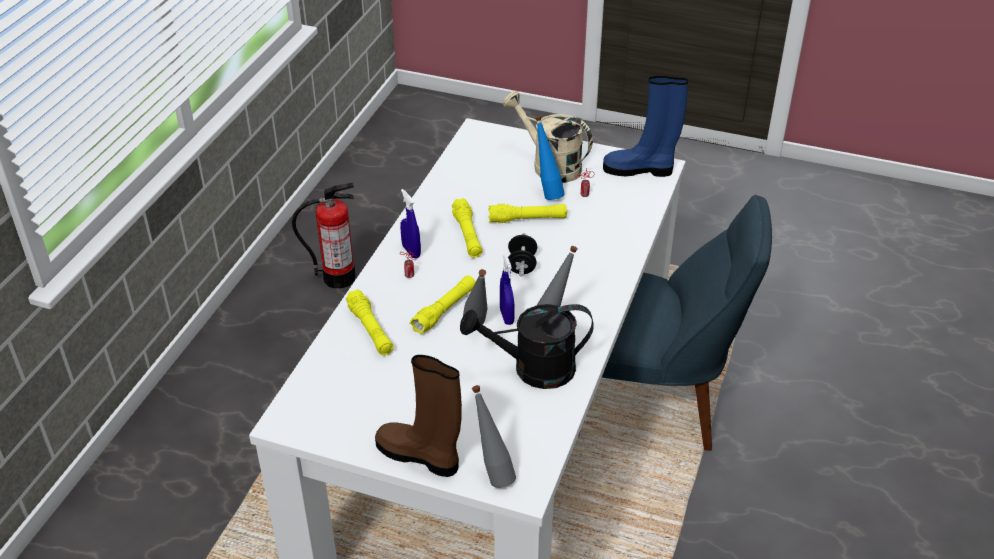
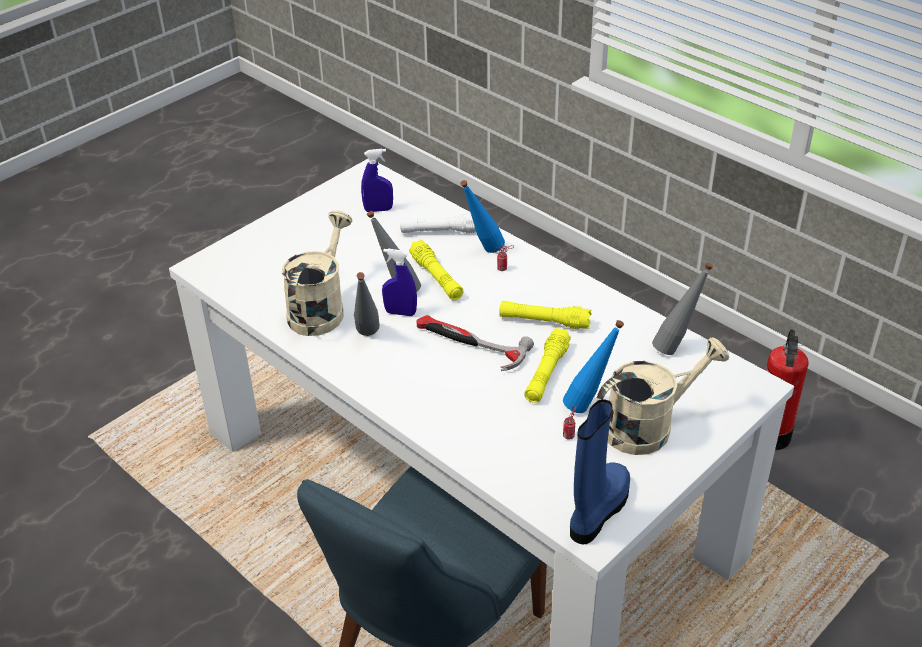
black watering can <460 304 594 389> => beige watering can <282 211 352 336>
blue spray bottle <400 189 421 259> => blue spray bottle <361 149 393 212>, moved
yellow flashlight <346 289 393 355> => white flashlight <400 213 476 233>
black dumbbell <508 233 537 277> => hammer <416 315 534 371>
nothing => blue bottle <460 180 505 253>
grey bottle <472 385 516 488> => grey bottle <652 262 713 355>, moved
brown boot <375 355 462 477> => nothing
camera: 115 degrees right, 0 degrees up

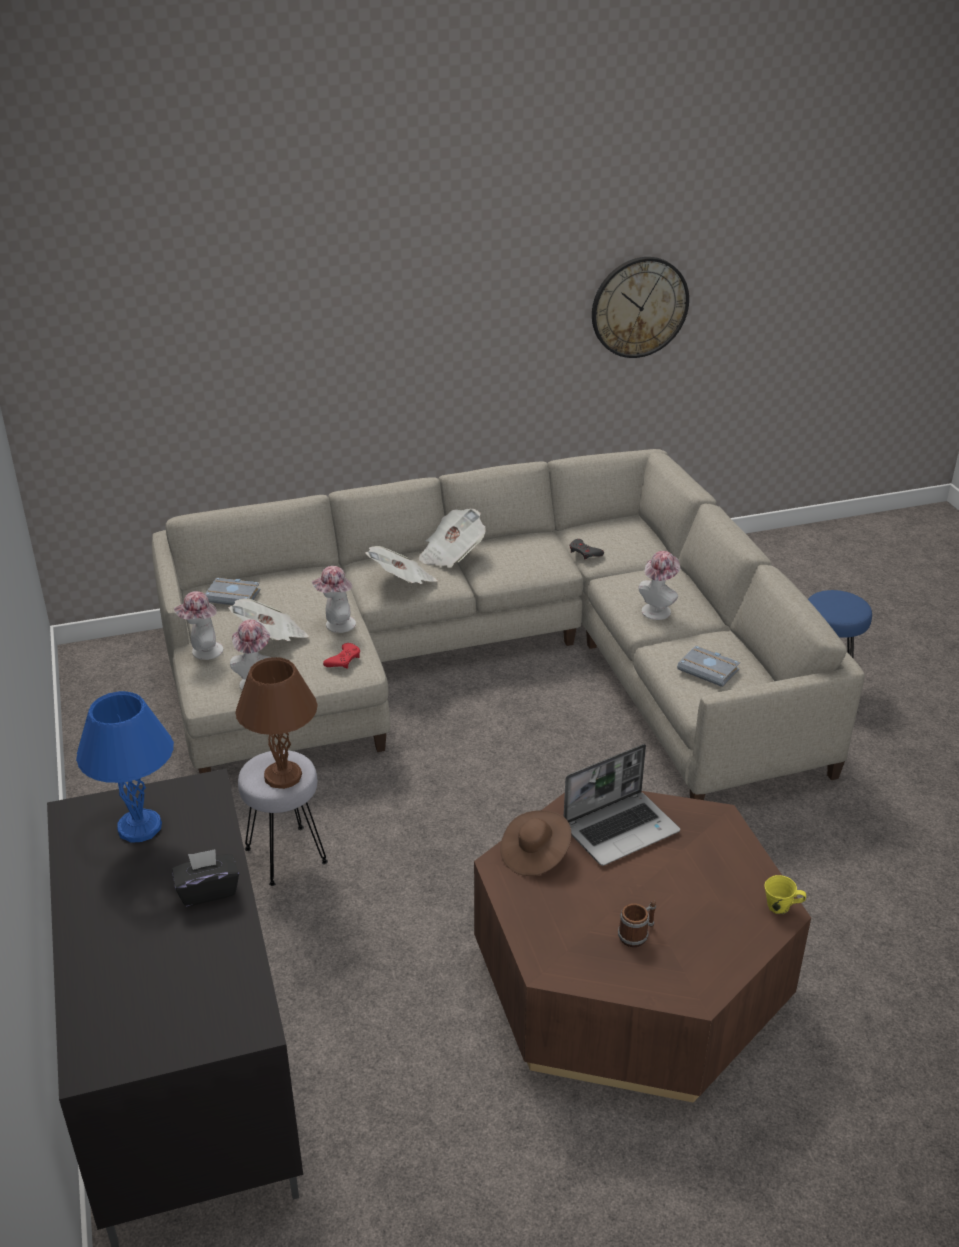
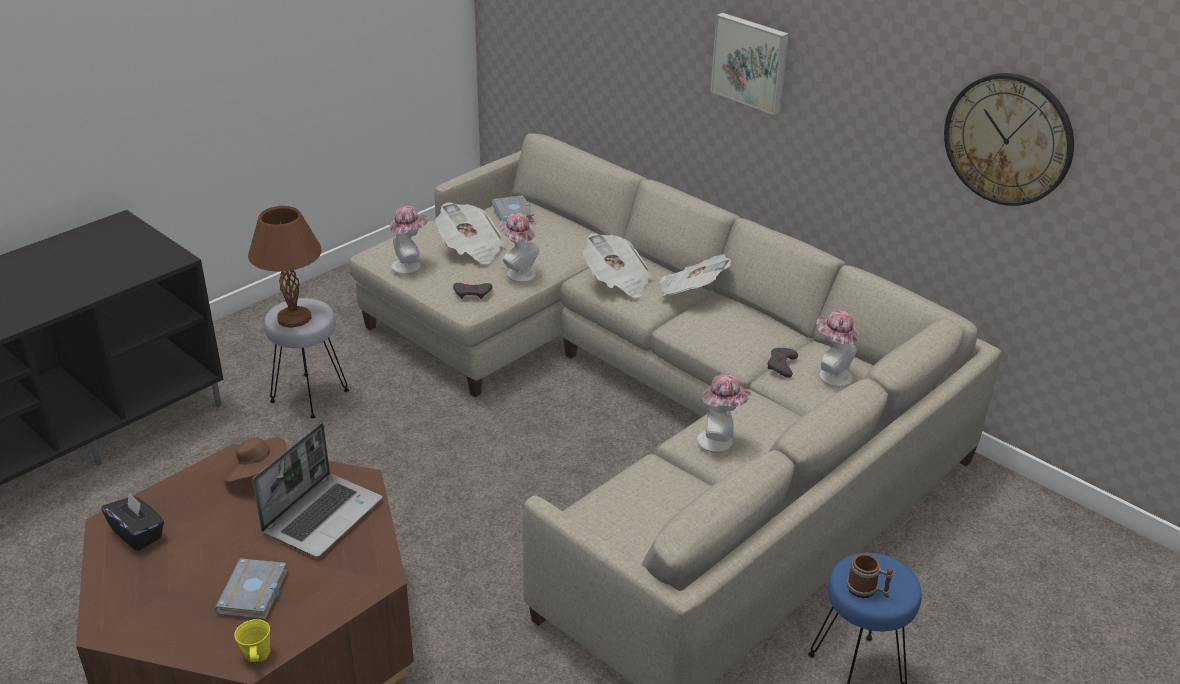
black tissue box <172 849 239 906> => black tissue box <101 492 164 551>, moved
grey book <677 646 740 687> => grey book <214 558 288 620>, moved
laptop <564 744 680 866> => laptop <253 423 382 557>, 90 degrees counterclockwise
red game controller <323 643 360 669> => grey game controller <453 283 492 300>
nothing => picture <710 13 789 115>
hat <174 591 223 660> => hat <817 310 859 387>, moved
mug <618 900 656 947> => mug <847 554 893 598>, moved
blue table lamp <76 691 174 843> => nothing
camera: 60 degrees right, 0 degrees up

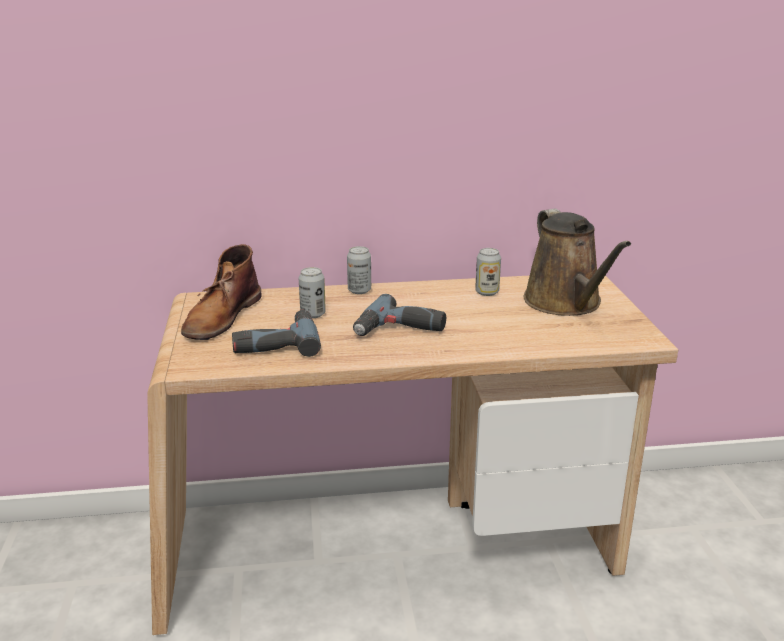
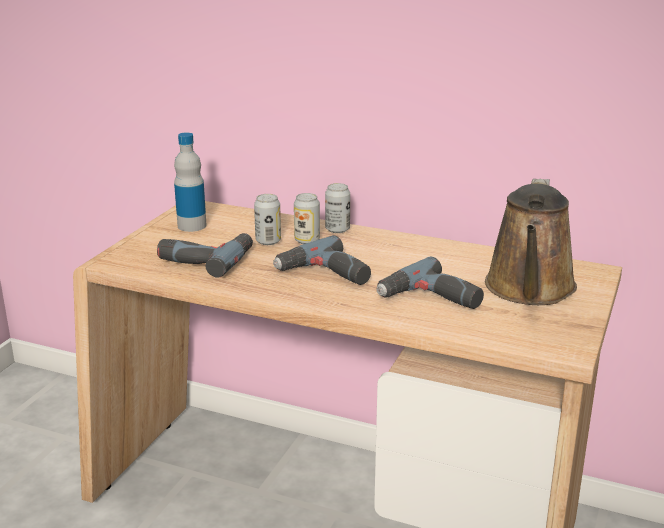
brown boot <181 244 262 340> => bottle <174 133 206 232>
can <475 248 501 296> => can <294 193 320 244>, moved
nothing => power drill <376 257 484 309>
camera: 30 degrees right, 0 degrees up

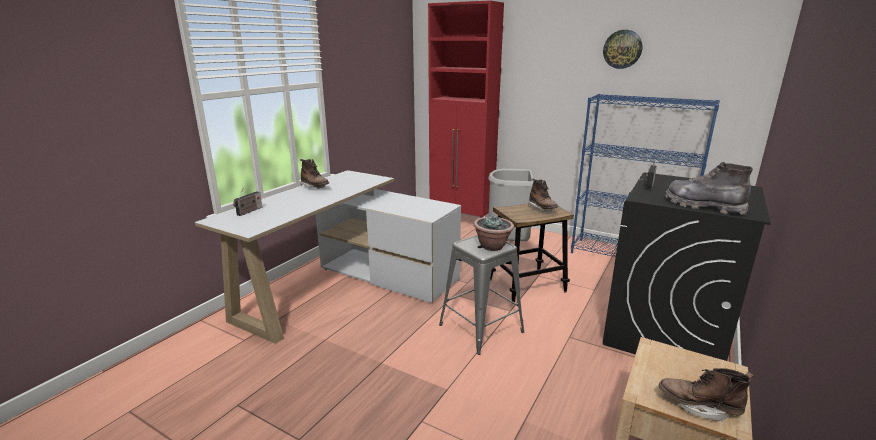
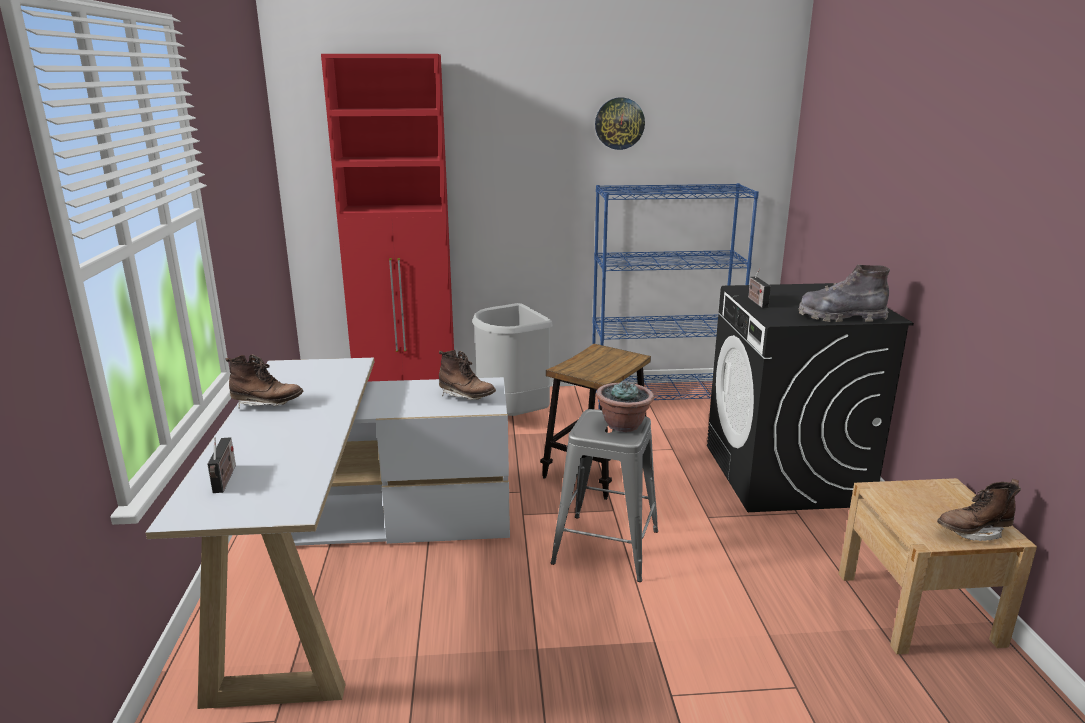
brown boot <528 178 558 211> => brown boot <439 350 496 400>, moved
camera: 35 degrees left, 0 degrees up

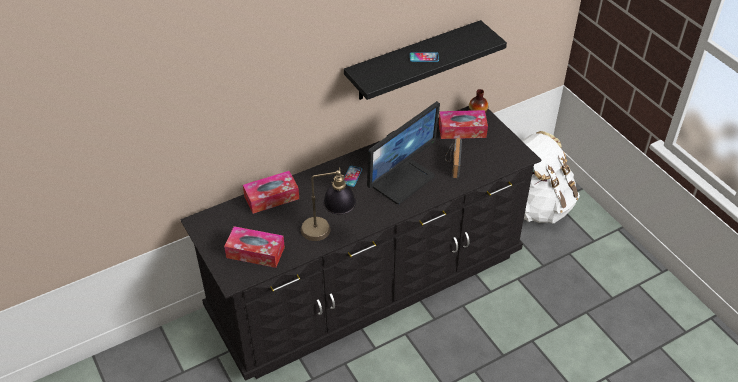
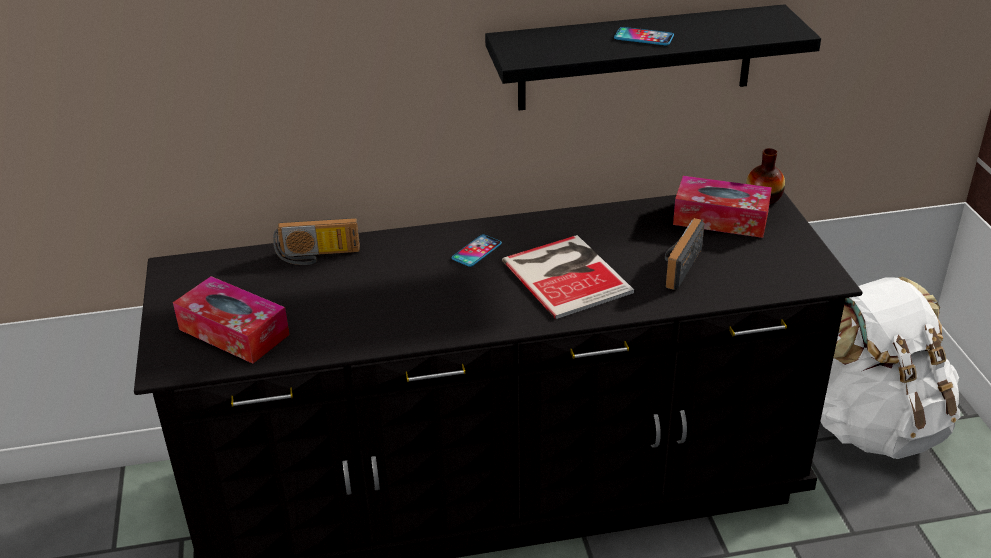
tissue box <243 171 299 214> => radio <273 218 360 265>
monitor <367 101 440 205> => book <502 235 634 319>
table lamp <301 167 356 241> => nothing
camera: 20 degrees right, 10 degrees down

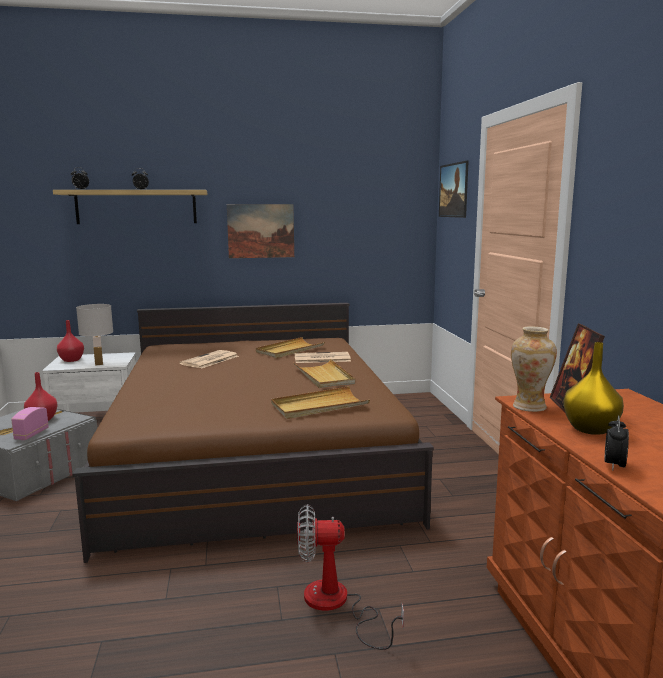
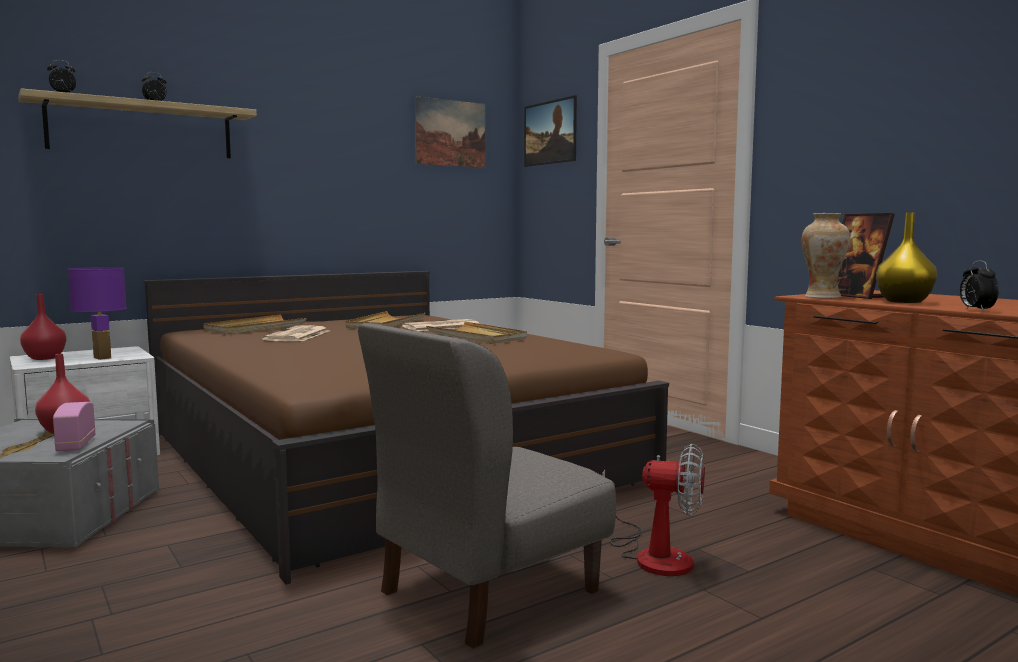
white table lamp <76 304 113 366> => purple table lamp <68 267 127 360>
beige tray <271 386 370 419> => beige tray <203 314 307 334>, moved
nothing => grey chair <358 323 616 649>
picture <227 204 294 258> => picture <415 96 485 168>, moved
fan <297 504 404 650> => fan <602 444 705 576>, 135 degrees counterclockwise
camera: 25 degrees left, 5 degrees down

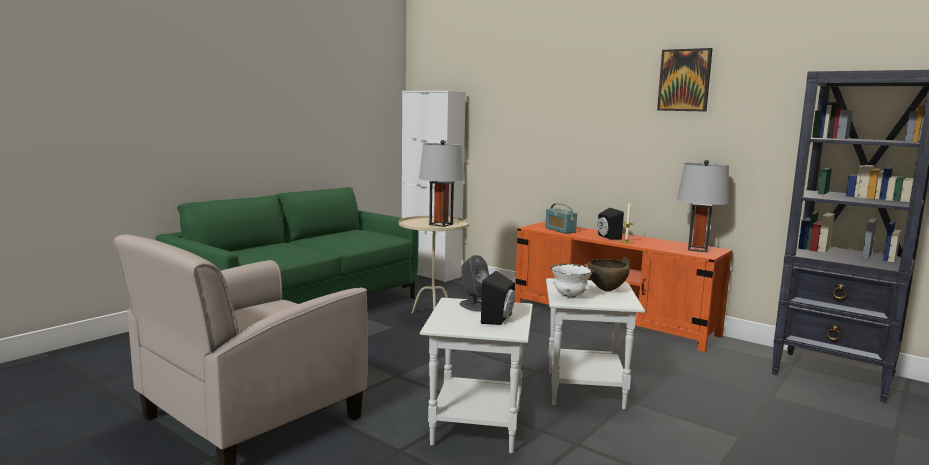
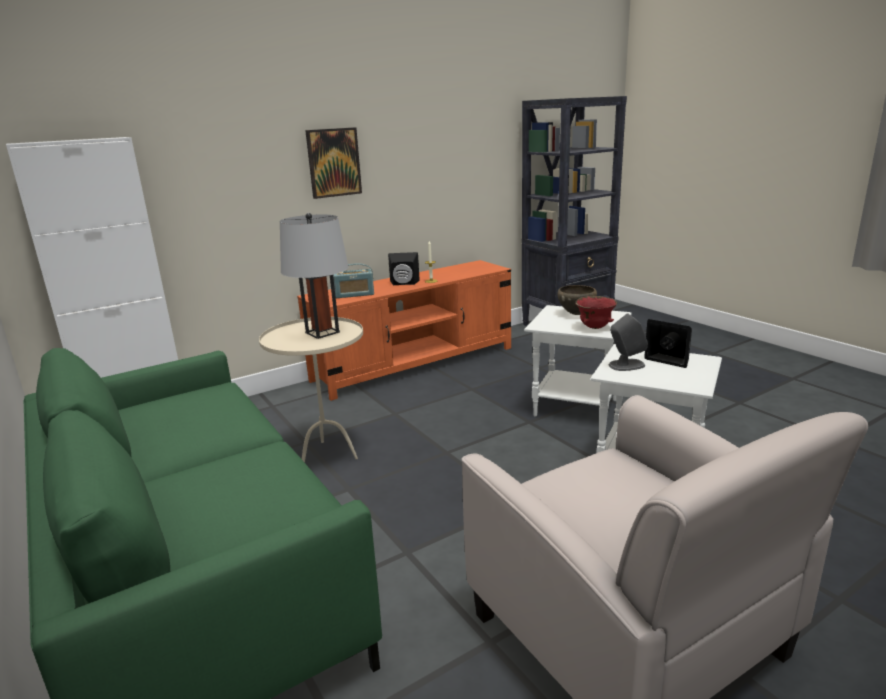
picture <657 48 713 112> => picture <305 127 362 199>, moved
white bowl <550 264 594 298> => red bowl <575 296 617 329>
grey table lamp <677 160 729 252> => nothing
camera: 70 degrees left, 10 degrees up

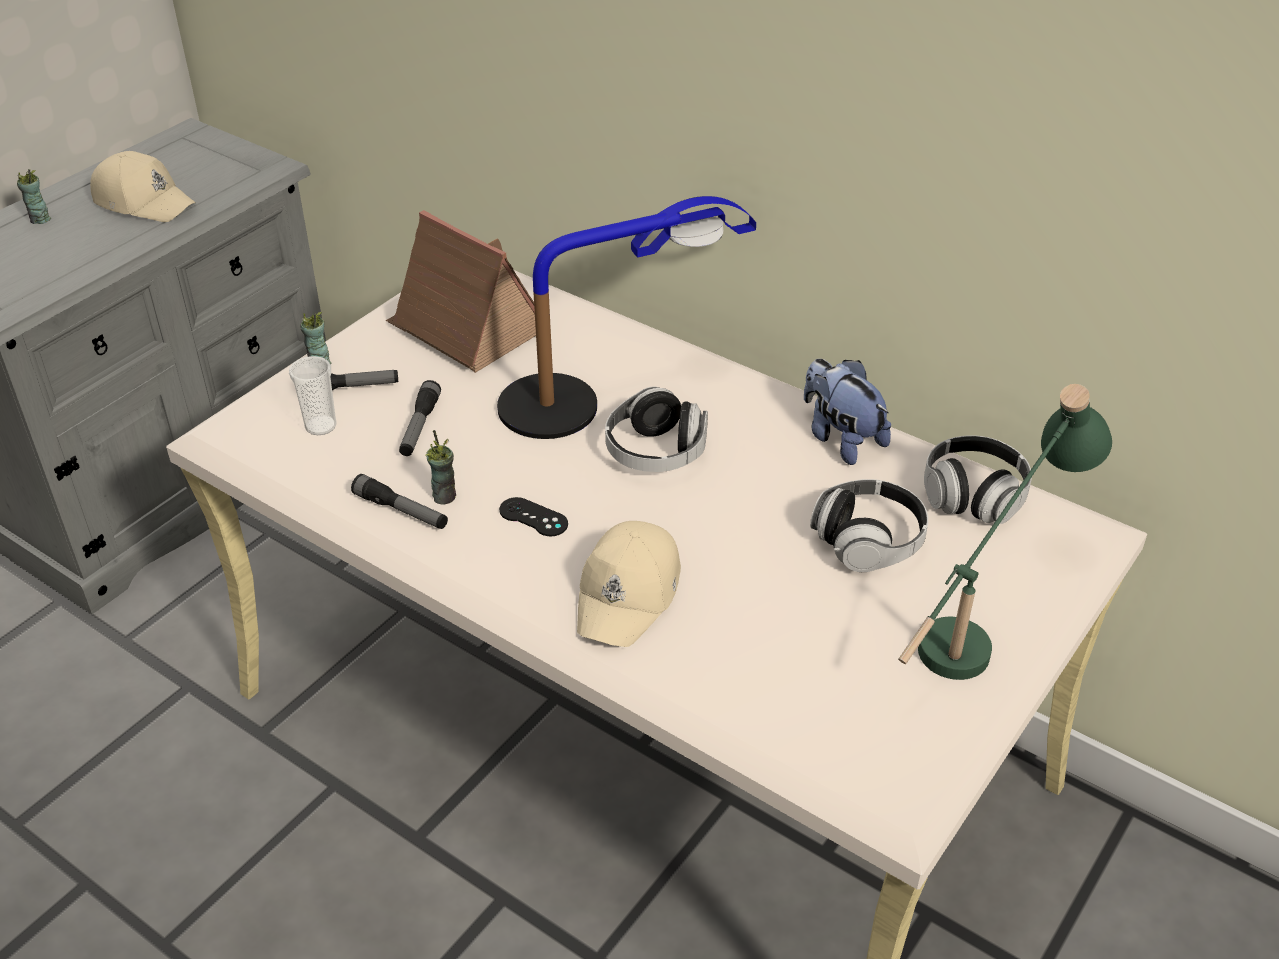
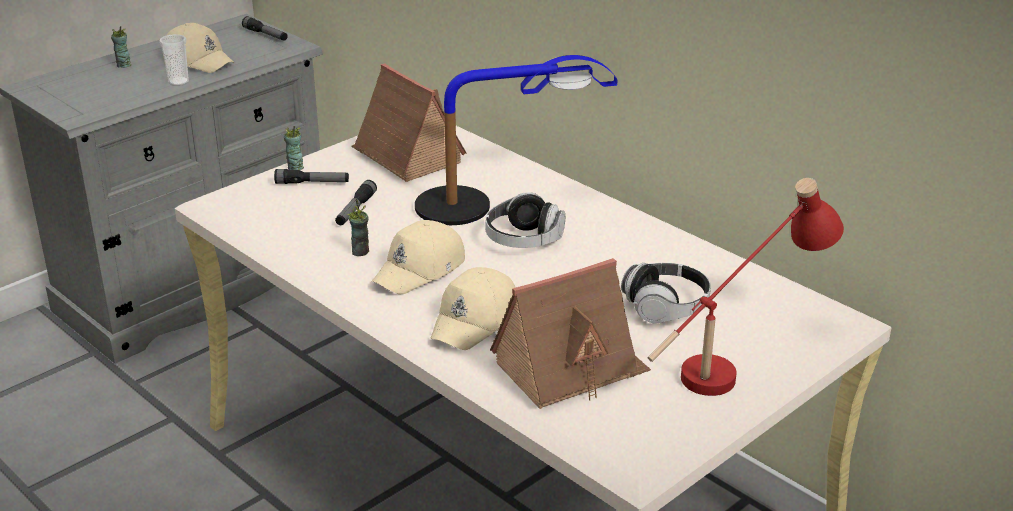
cup <289 356 336 435> => cup <159 34 189 86>, moved
flashlight <351 474 448 529> => flashlight <242 16 288 40>, moved
black game controller <499 497 568 536> => beige cap <372 220 465 294>
nothing => toy house <490 258 651 409>
green table lamp <898 384 1112 680> => red table lamp <647 178 844 396>
plush toy <804 359 891 465> => nothing
headphones <924 435 1032 524> => nothing
camera: 10 degrees right, 10 degrees down

